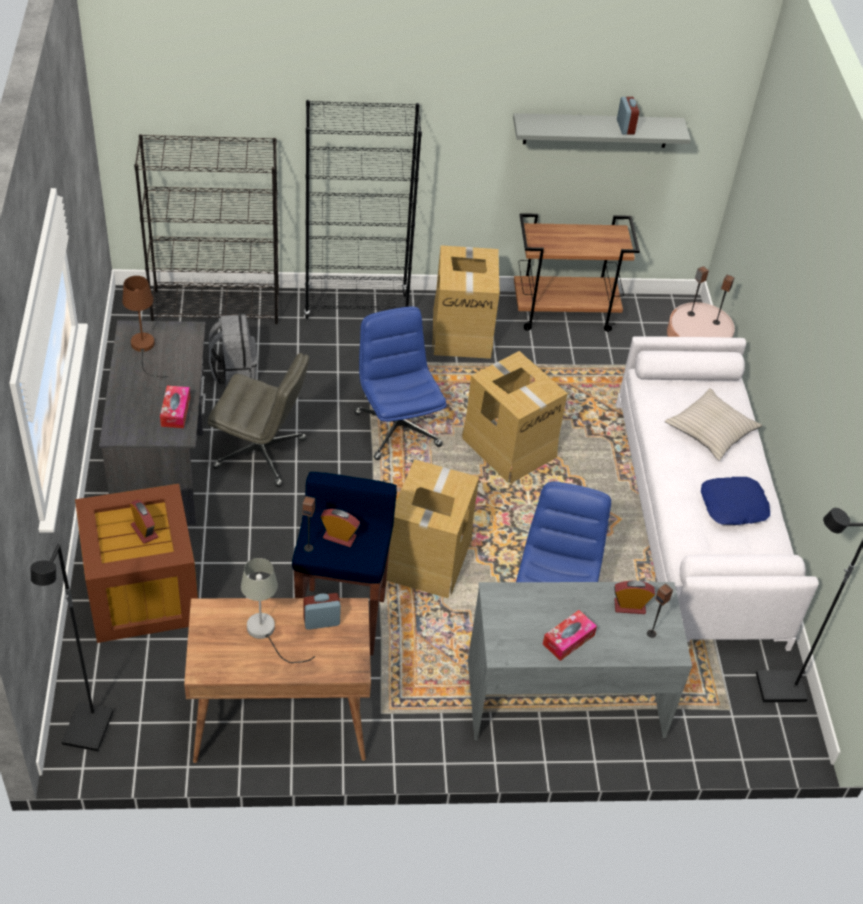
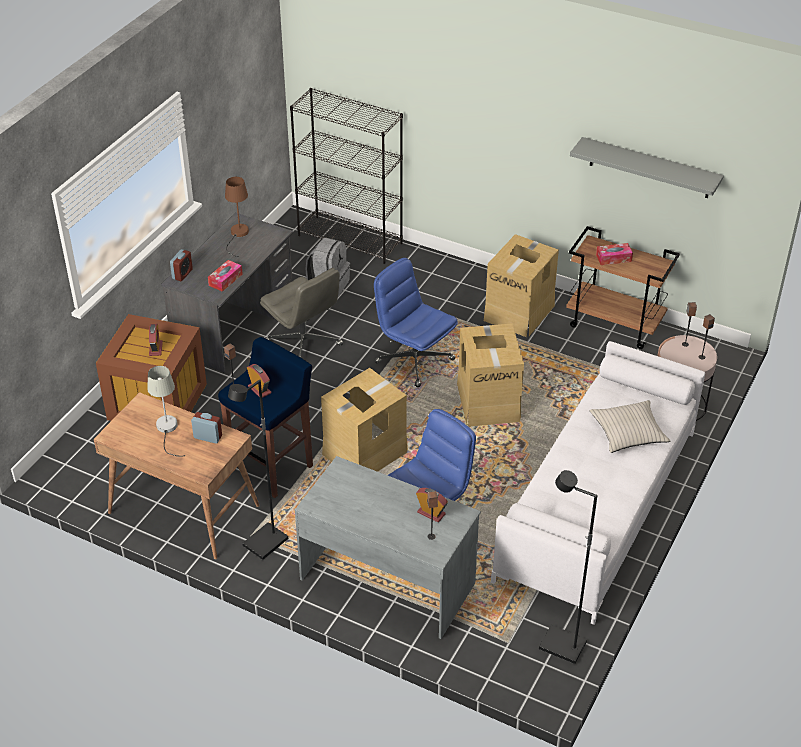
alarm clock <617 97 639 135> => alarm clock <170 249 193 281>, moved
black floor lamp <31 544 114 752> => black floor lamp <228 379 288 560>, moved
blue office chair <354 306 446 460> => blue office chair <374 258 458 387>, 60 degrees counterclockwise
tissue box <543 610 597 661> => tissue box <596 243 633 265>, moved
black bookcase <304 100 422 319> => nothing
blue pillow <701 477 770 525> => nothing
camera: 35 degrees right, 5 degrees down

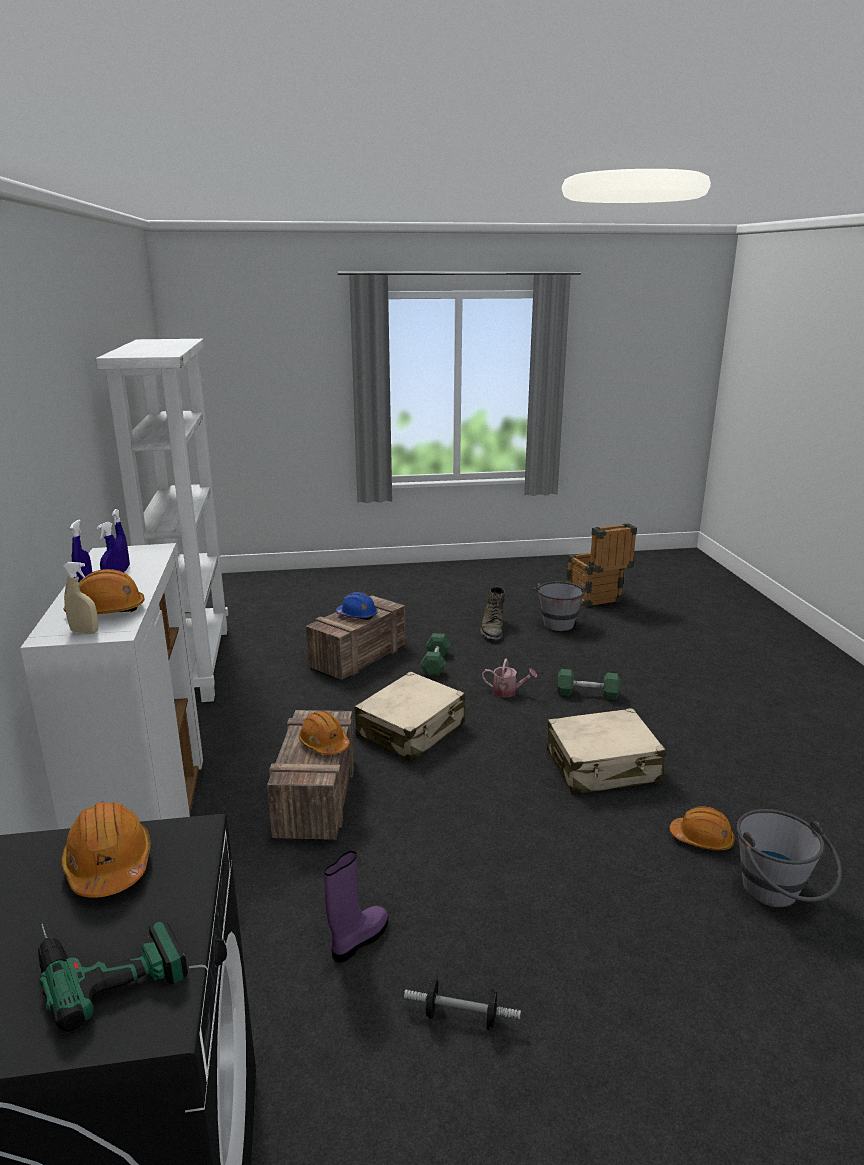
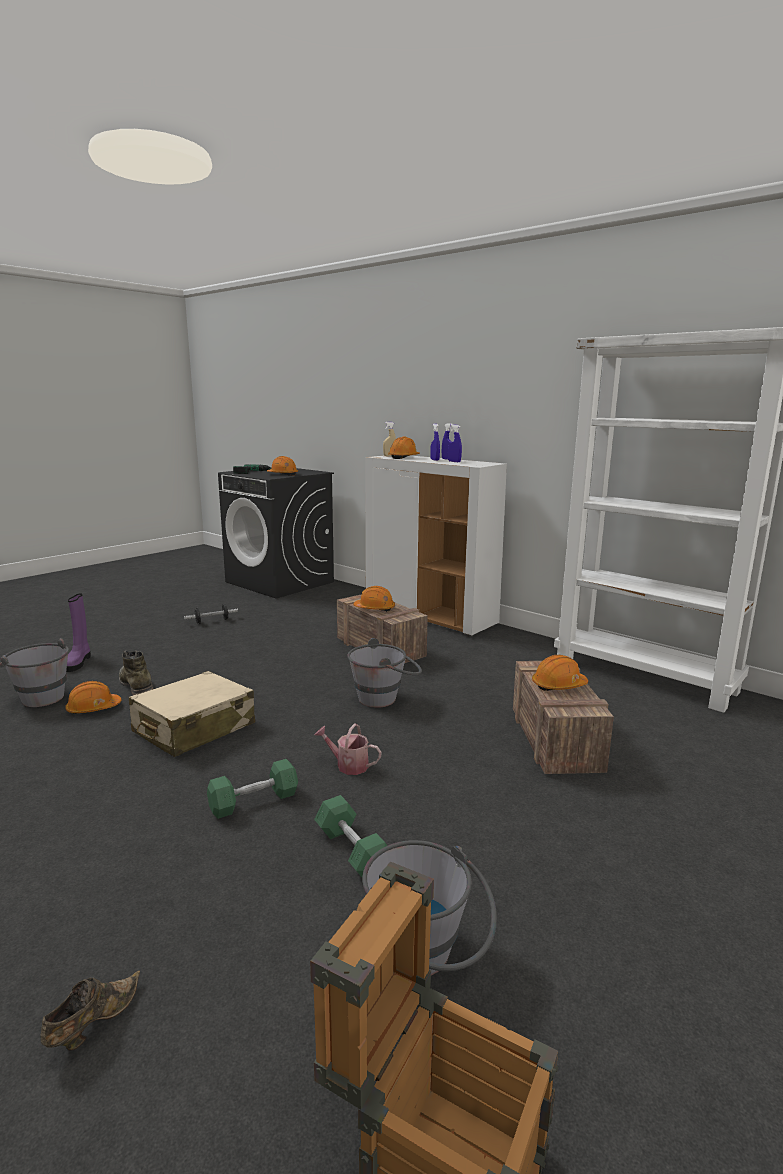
nothing => brown shoe <40 971 140 1051>
purple boot <324 851 388 963> => purple boot <66 593 91 672>, moved
green boot <480 587 505 640> => green boot <119 650 153 696>, moved
watering can <482 659 537 697> => watering can <314 723 382 775>, 45 degrees clockwise
green dumbbell <420 633 451 676> => green dumbbell <314 795 388 877>, moved
beige suitcase <355 672 465 762> => grey bucket <347 638 422 708>
blue hard hat <336 592 378 620> => orange hard hat <532 655 588 691>
camera: 140 degrees right, 5 degrees down

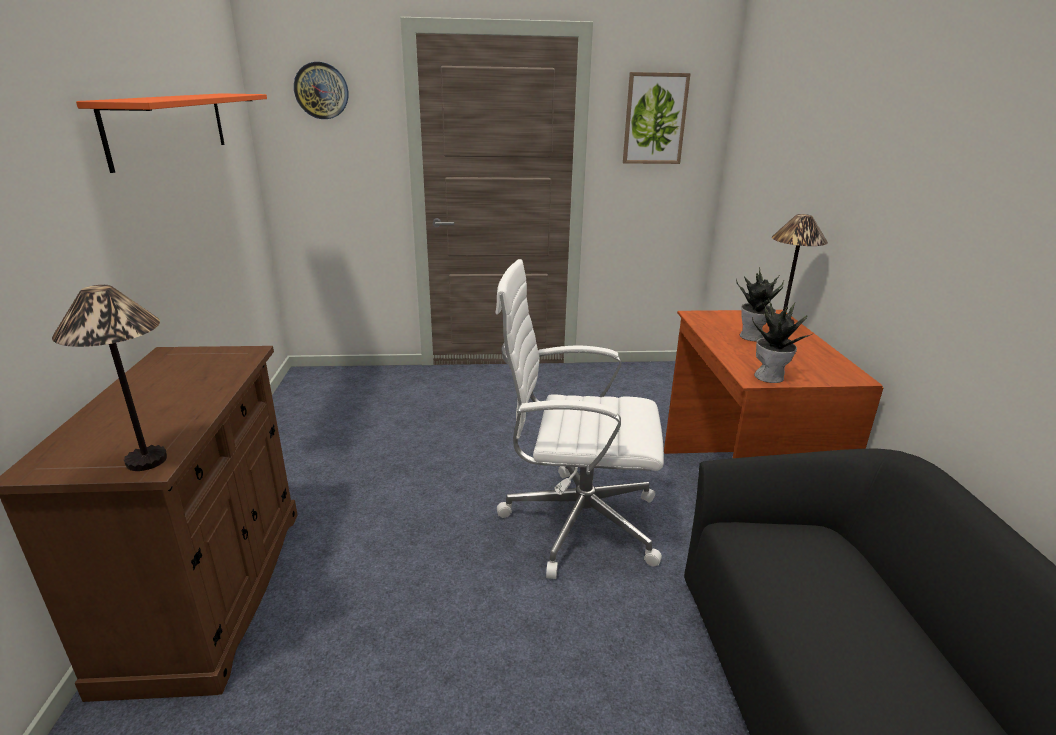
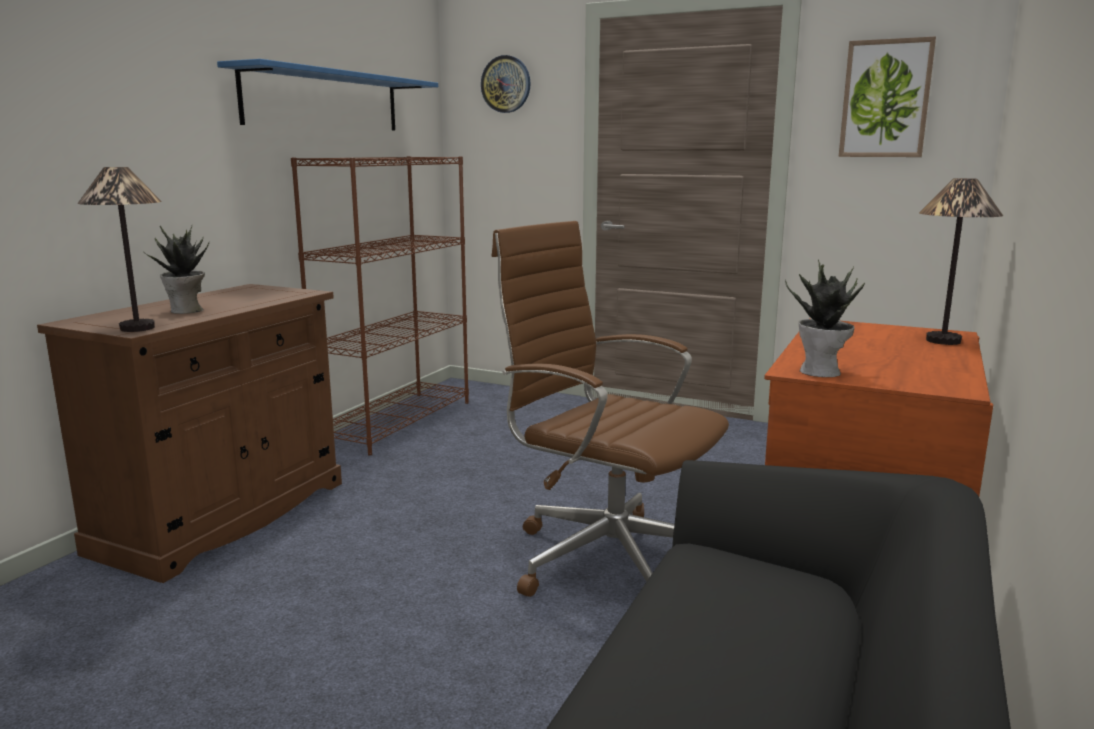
potted plant <736 267 784 342> => potted plant <143 226 209 314>, moved
orange shelf <76 93 267 173> => blue shelf <217 59 438 131>
nothing => brown bookcase <291 156 469 455>
white office chair <495 259 664 579> => brown office chair <492 221 729 597>
camera: 30 degrees right, 10 degrees down

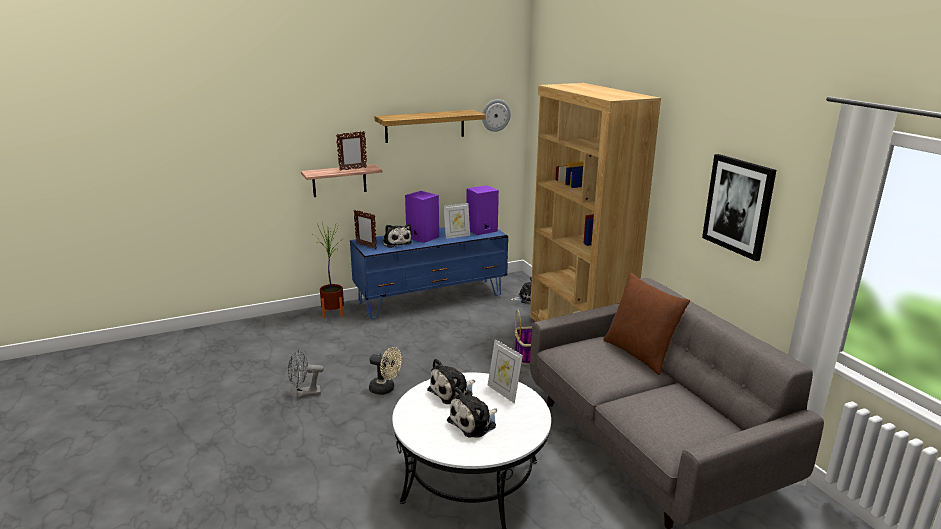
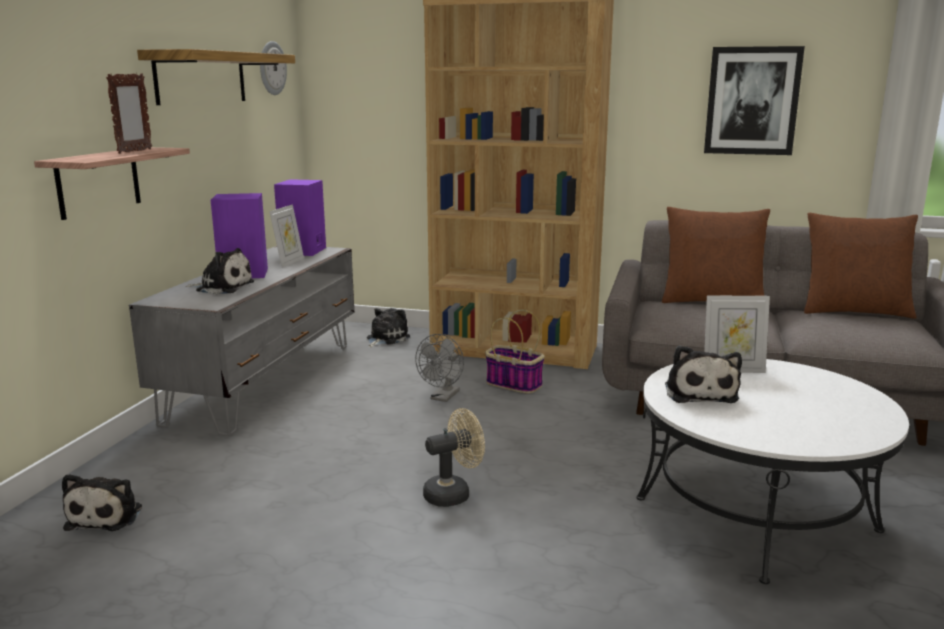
plush toy <447 387 497 438> => plush toy <62 474 142 531>, moved
blue tv stand <350 227 508 319> => grey tv stand <129 246 354 436>
grey fan <288 349 324 398> => grey fan <415 334 464 402>, moved
nothing => brown pillow <804 213 918 319>
potted plant <314 222 344 318> => nothing
picture frame <354 210 377 249> => nothing
camera: 50 degrees left, 5 degrees down

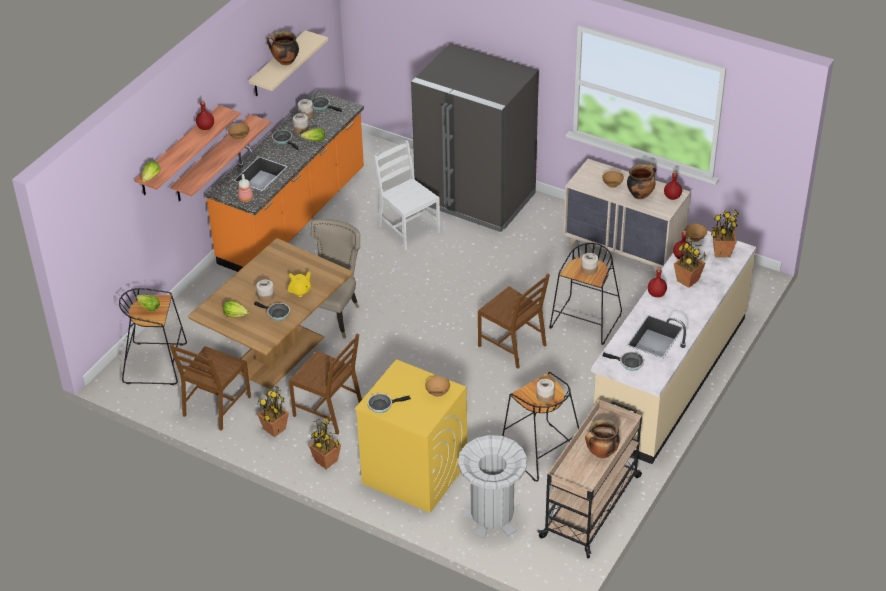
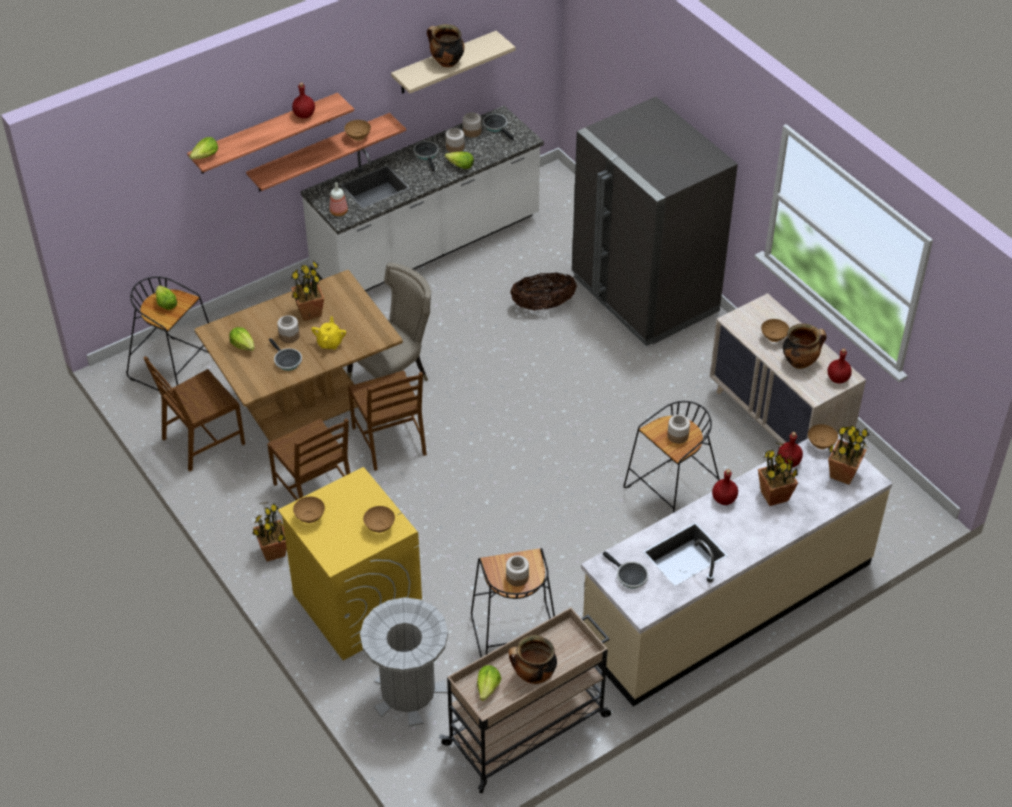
potted plant <257 385 289 437> => potted plant <291 261 324 321>, moved
frying pan <367 393 411 413> => brown bowl <293 497 325 523>
orange counter <205 90 364 272> => white counter <301 106 544 291>
yellow teapot <288 271 311 297> => yellow teapot <311 316 346 350>, 60 degrees counterclockwise
brown chair <478 274 550 368> => brown chair <348 370 427 471>, moved
nothing => lettuce <477 665 501 701>
white chair <374 140 440 250> => basket <510 272 577 310>
camera: 25 degrees right, 5 degrees up

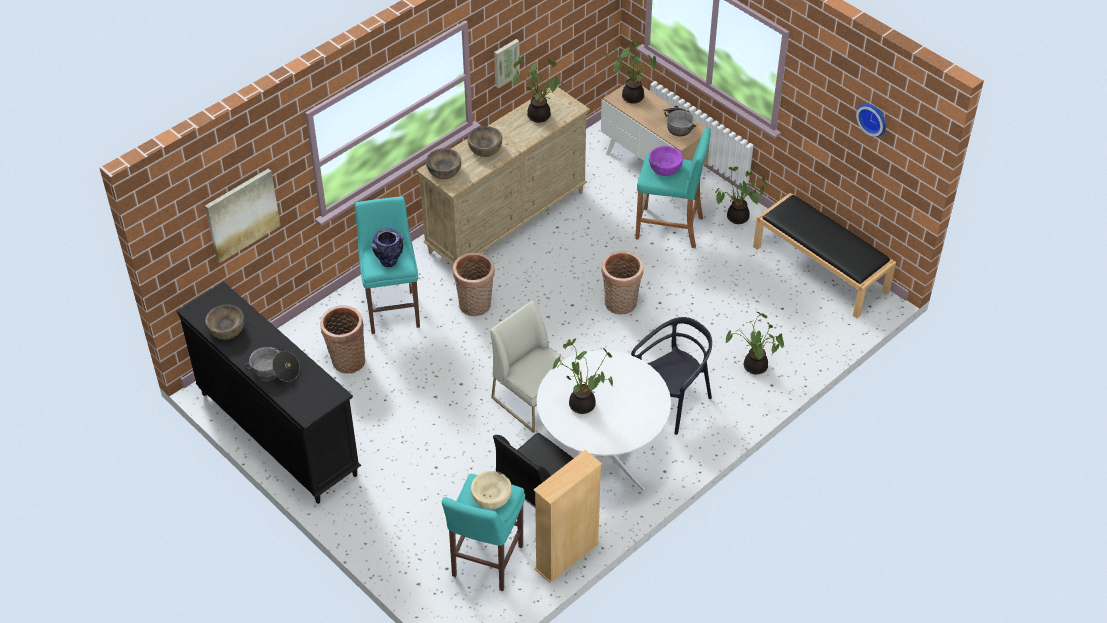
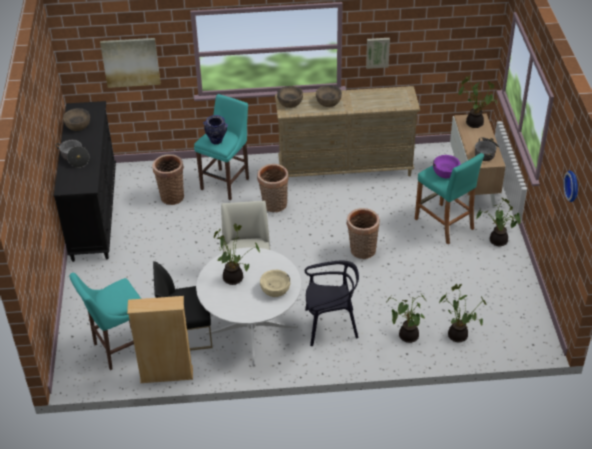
beige bowl <471 471 512 509> => beige bowl <260 270 290 297>, moved
potted plant <513 55 565 123> => potted plant <439 284 487 342>, moved
black bench <753 193 896 318> => nothing
camera: 40 degrees right, 5 degrees down

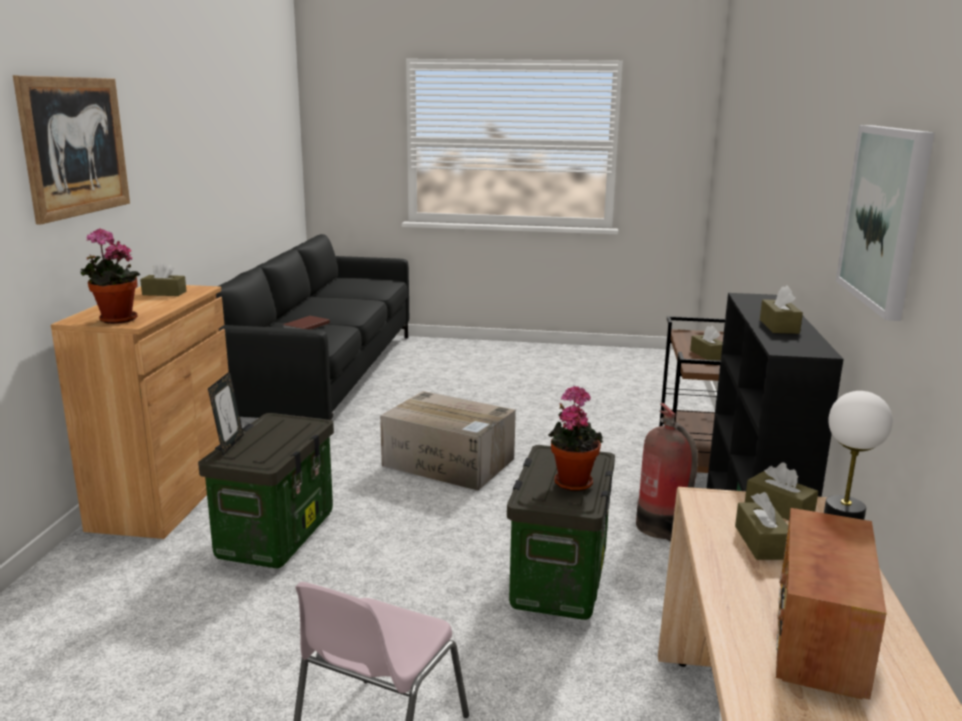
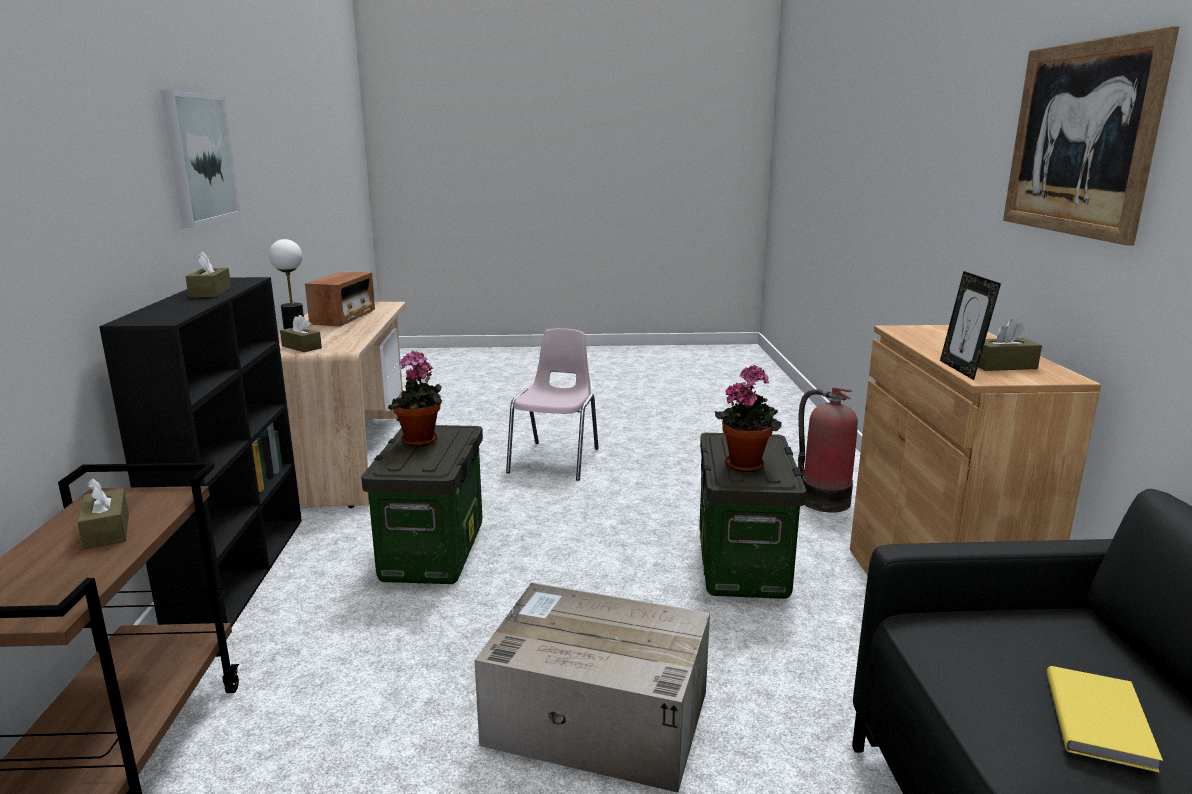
potted plant <81 228 140 324> => potted plant <715 364 782 472>, moved
fire extinguisher <636 403 698 542> => fire extinguisher <798 387 858 513>, moved
picture frame <208 371 244 455> => picture frame <940 271 1001 380>, moved
brown book <282 316 330 329> => yellow book <1046 666 1163 773>
brown tissue box <735 492 788 560> => nothing
camera: 170 degrees right, 0 degrees up

